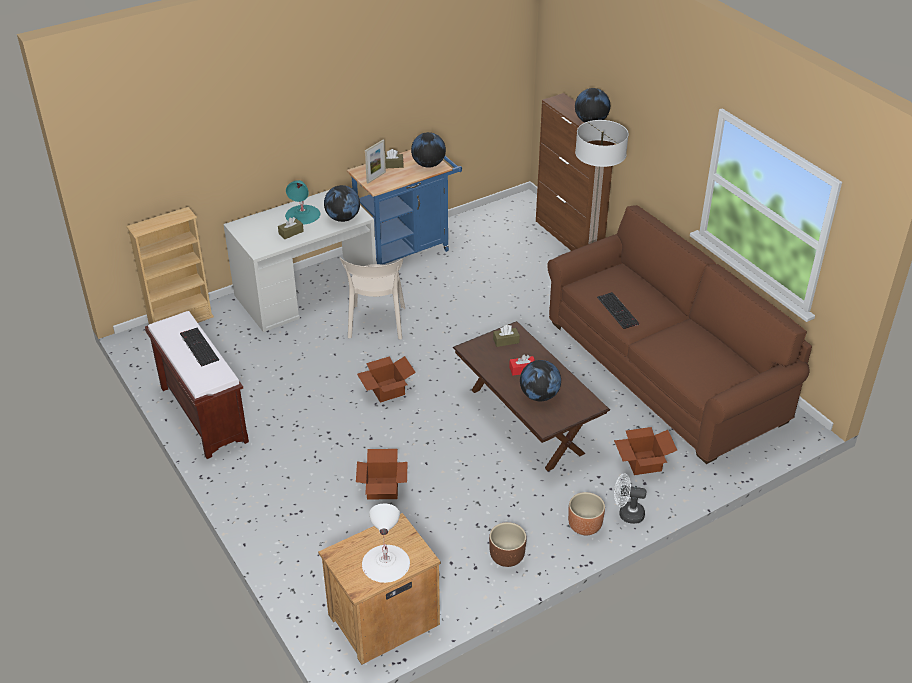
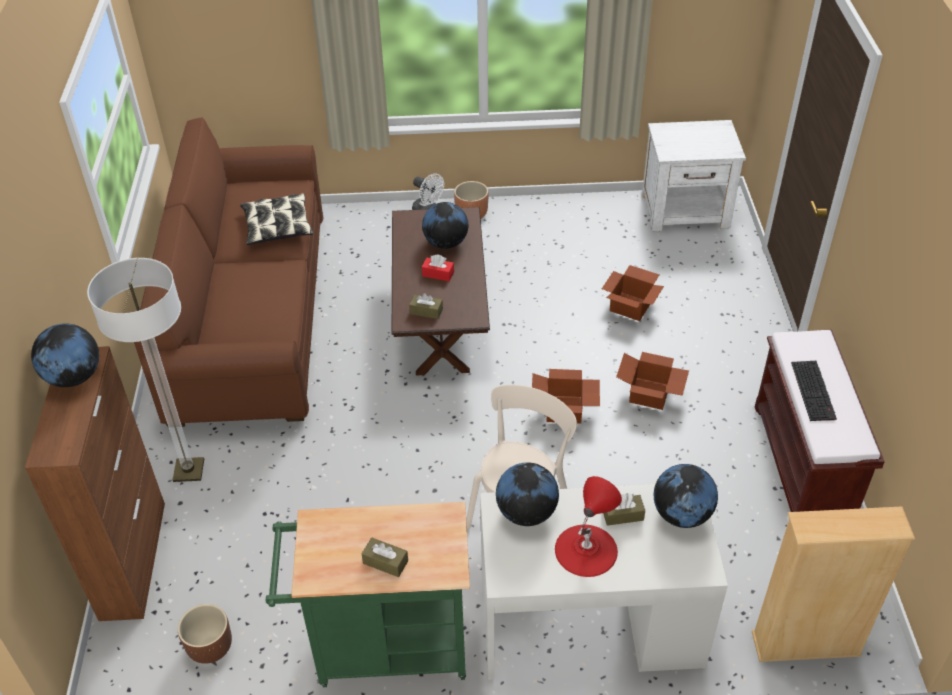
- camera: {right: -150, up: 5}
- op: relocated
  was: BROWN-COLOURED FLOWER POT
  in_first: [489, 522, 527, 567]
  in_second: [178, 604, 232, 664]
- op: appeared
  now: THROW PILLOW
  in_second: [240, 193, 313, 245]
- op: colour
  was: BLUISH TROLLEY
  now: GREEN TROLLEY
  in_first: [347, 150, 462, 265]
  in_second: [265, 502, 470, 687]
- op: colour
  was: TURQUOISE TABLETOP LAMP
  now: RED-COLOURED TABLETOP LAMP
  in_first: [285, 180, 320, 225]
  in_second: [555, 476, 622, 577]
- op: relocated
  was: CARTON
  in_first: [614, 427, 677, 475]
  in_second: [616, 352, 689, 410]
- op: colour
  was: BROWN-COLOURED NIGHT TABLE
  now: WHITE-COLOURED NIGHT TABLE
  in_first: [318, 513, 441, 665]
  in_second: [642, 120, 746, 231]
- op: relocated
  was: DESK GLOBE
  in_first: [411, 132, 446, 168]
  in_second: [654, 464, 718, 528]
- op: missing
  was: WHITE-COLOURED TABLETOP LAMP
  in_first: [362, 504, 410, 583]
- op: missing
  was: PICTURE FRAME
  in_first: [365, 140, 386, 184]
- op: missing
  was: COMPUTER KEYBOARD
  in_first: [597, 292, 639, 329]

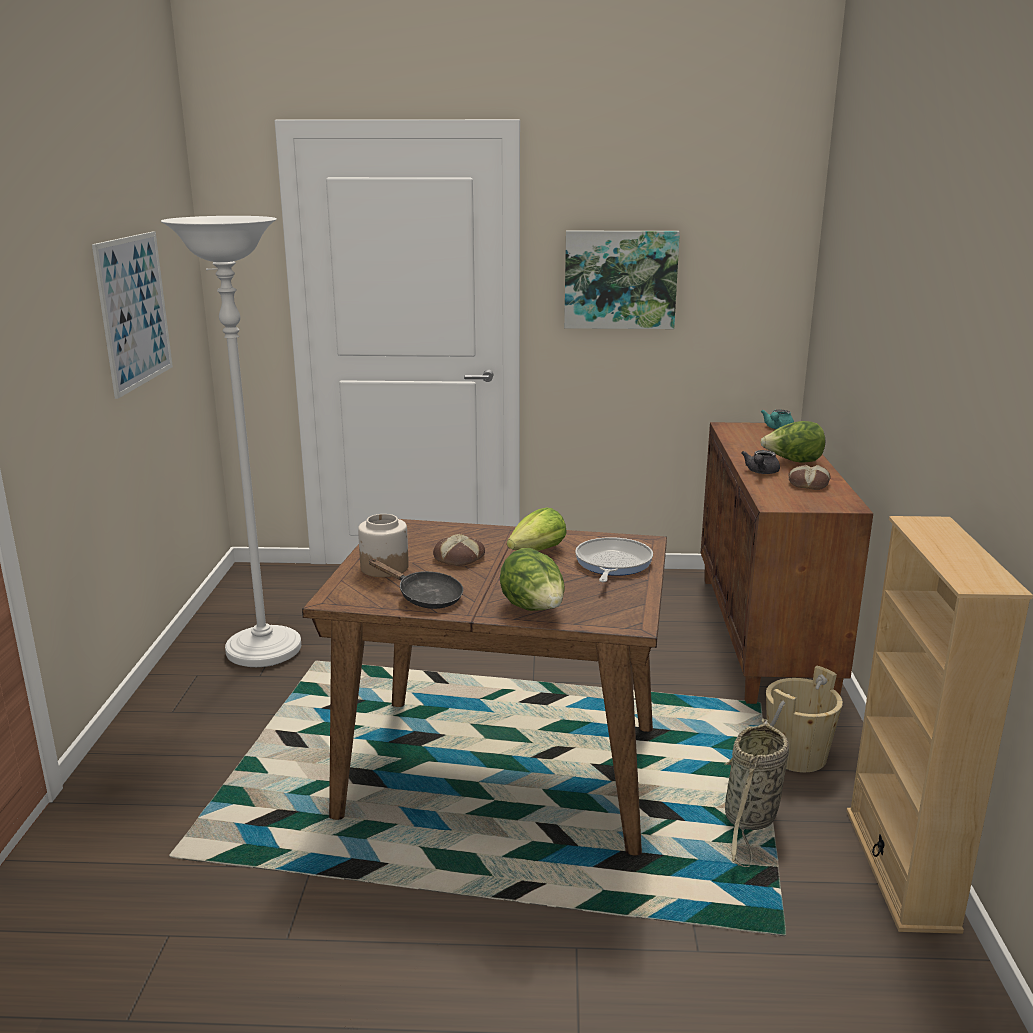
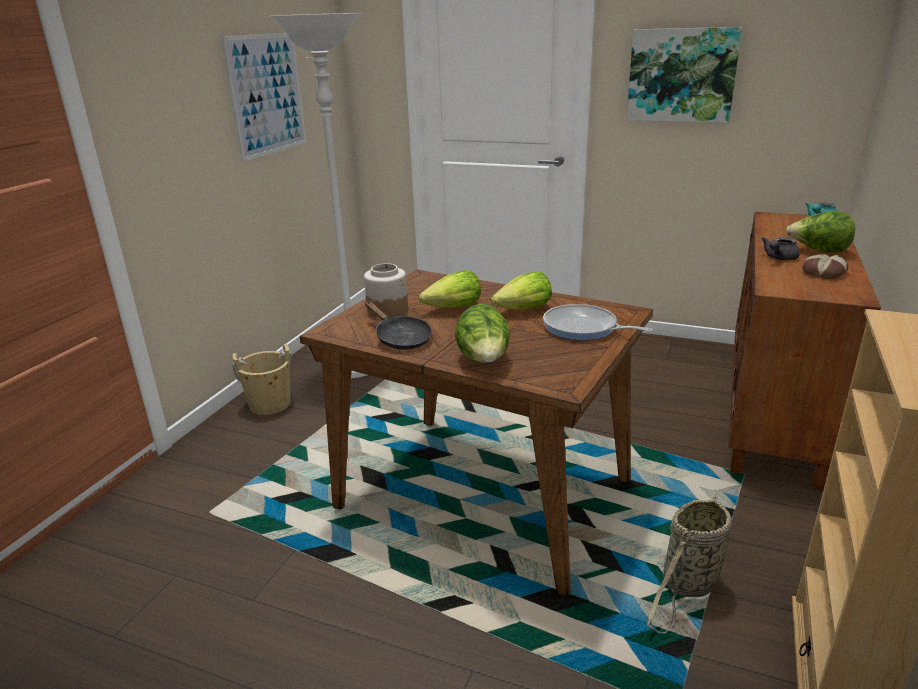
- camera: {right: 20, up: 5}
- op: relocated
  was: SAND-COLOURED WATER BUCKET
  in_first: [765, 665, 843, 773]
  in_second: [232, 344, 292, 415]
- op: exchanged
  was: BAKED BREAD
  now: LETTUCE HEAD
  in_first: [433, 533, 485, 566]
  in_second: [419, 270, 481, 308]
- op: spun
  was: FRYING PAN
  in_first: [575, 537, 653, 582]
  in_second: [543, 304, 653, 341]
  clockwise: -90

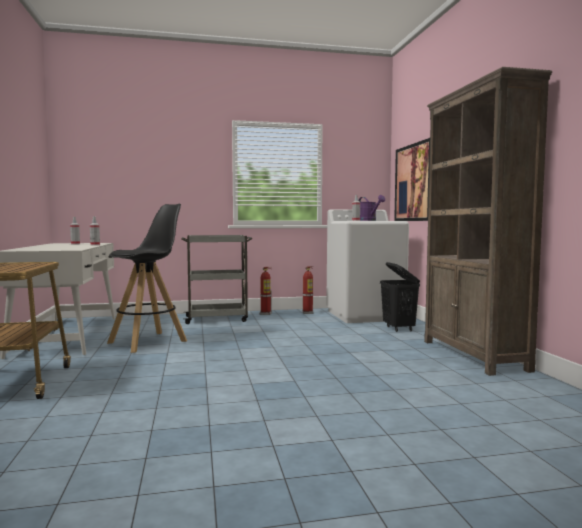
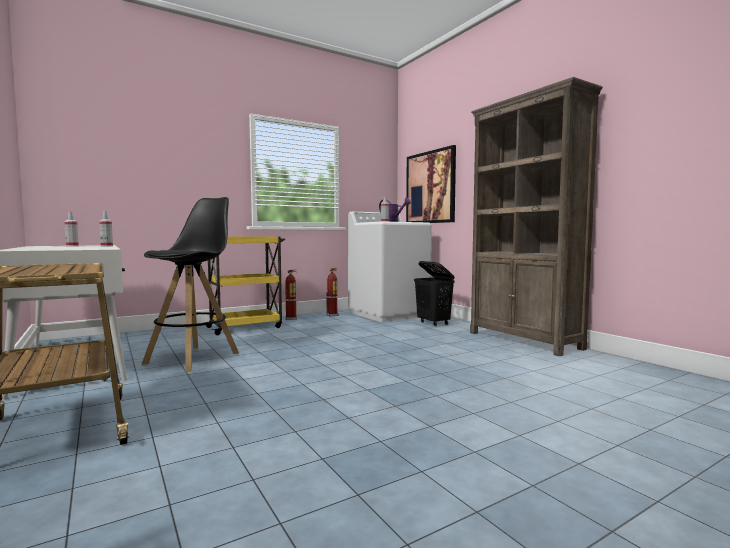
- camera: {right: -20, up: 0}
- op: colour
  was: GRAY TROLLEY
  now: YELLOW TROLLEY
  in_first: [181, 235, 252, 324]
  in_second: [203, 236, 286, 335]

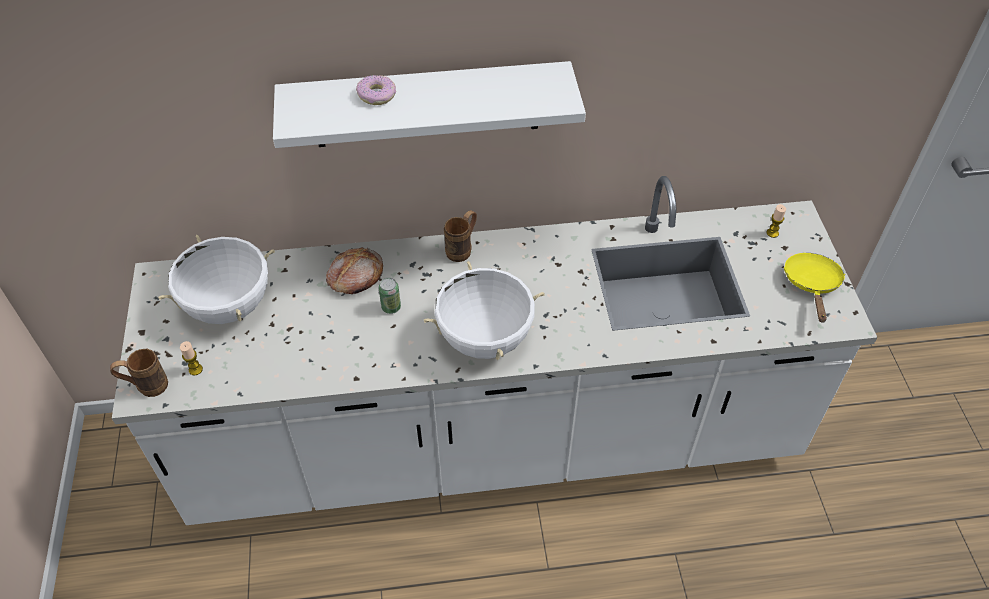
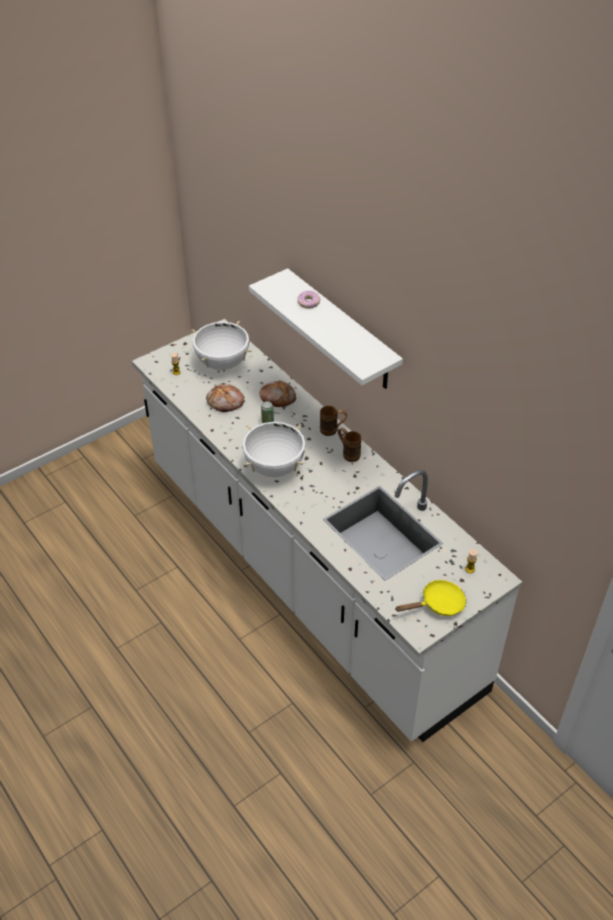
- camera: {right: 60, up: -5}
- op: appeared
  now: BAKED BREAD
  in_second: [206, 384, 245, 412]
- op: relocated
  was: BROWN-COLOURED COFFEE MUG
  in_first: [110, 349, 168, 397]
  in_second: [338, 428, 362, 462]

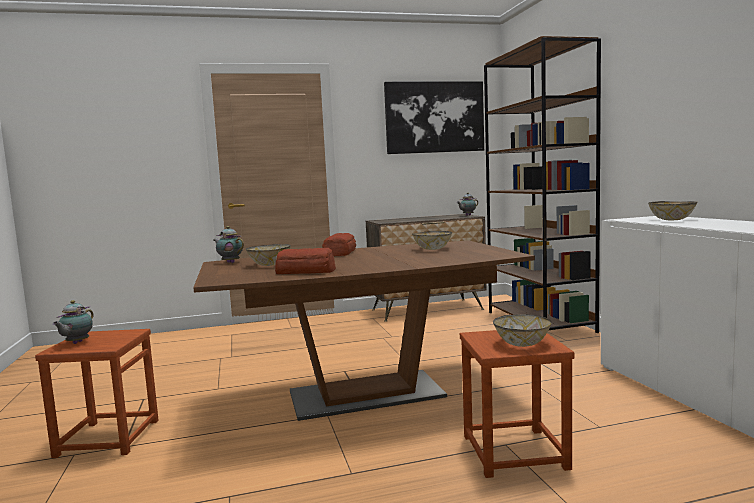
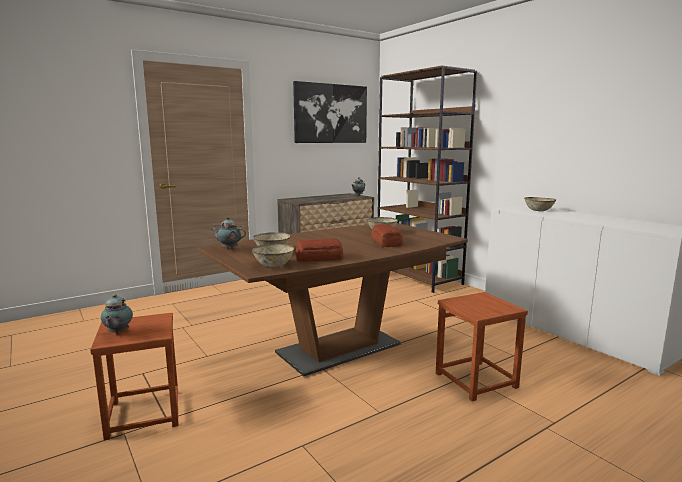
- camera: {right: -20, up: 5}
- op: relocated
  was: DEEP DISH
  in_first: [493, 314, 551, 347]
  in_second: [252, 244, 294, 267]
- op: relocated
  was: BAKED BREAD
  in_first: [322, 233, 356, 256]
  in_second: [371, 224, 403, 247]

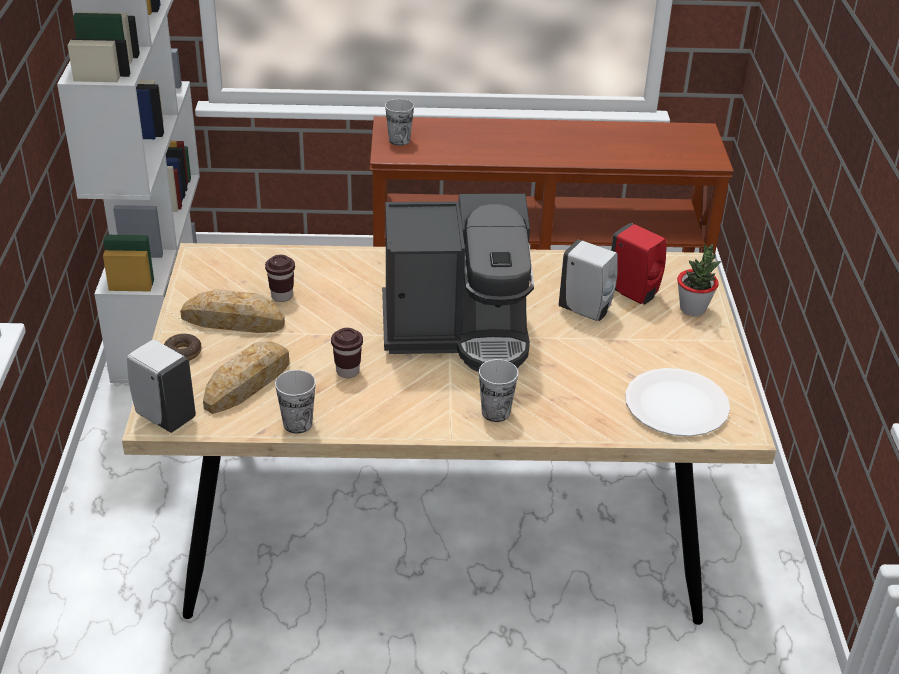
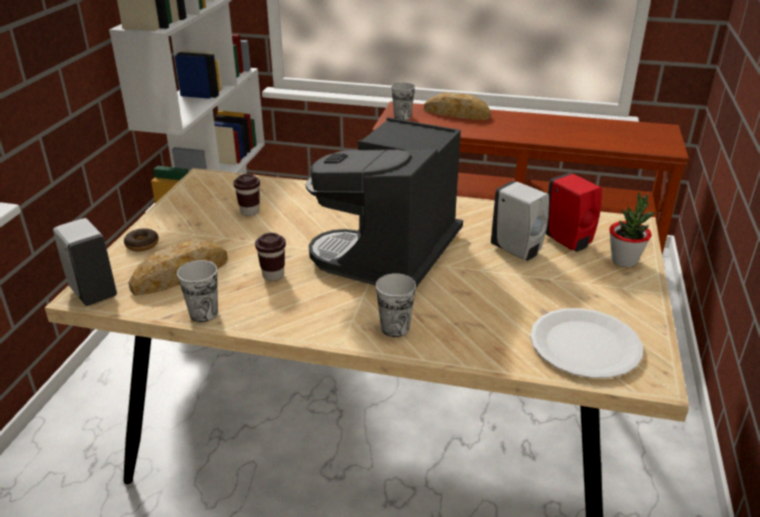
- camera: {right: 15, up: -5}
- op: spun
  was: COFFEE BREWER
  in_first: [382, 194, 534, 372]
  in_second: [306, 117, 463, 288]
  clockwise: 105
- op: relocated
  was: BAKED BREAD
  in_first: [180, 289, 285, 333]
  in_second: [424, 92, 490, 120]

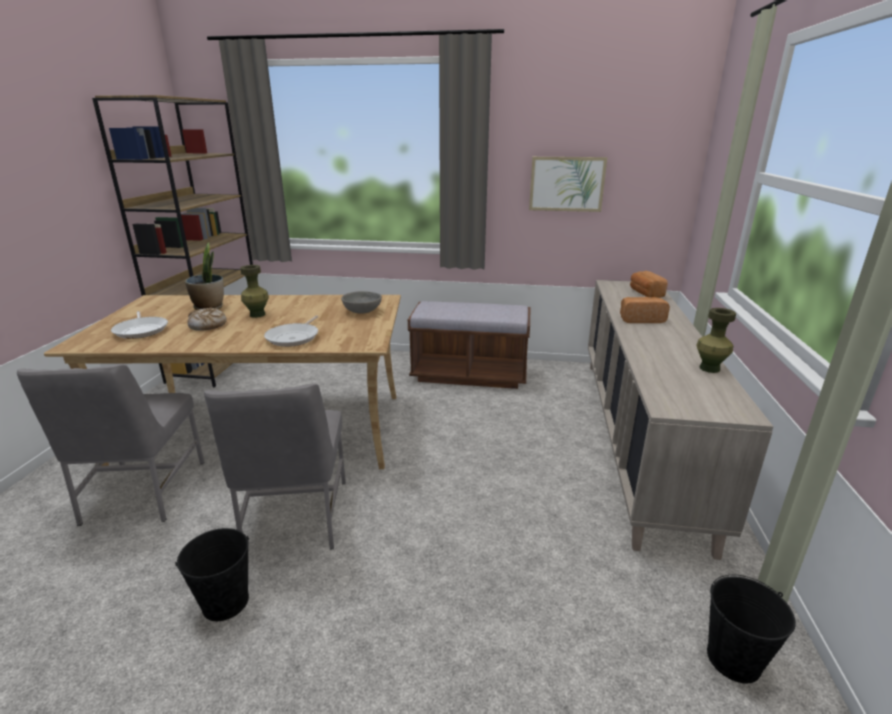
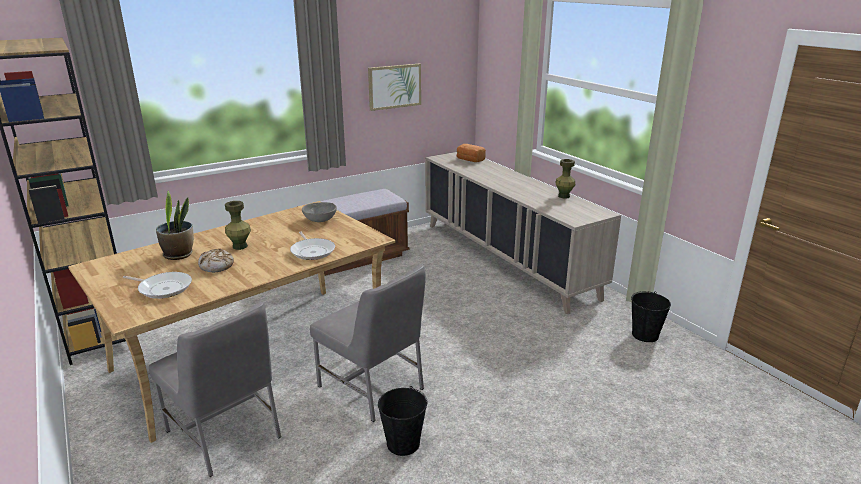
- camera: {right: -40, up: 0}
- op: missing
  was: BAKED BREAD
  in_first: [620, 297, 670, 323]

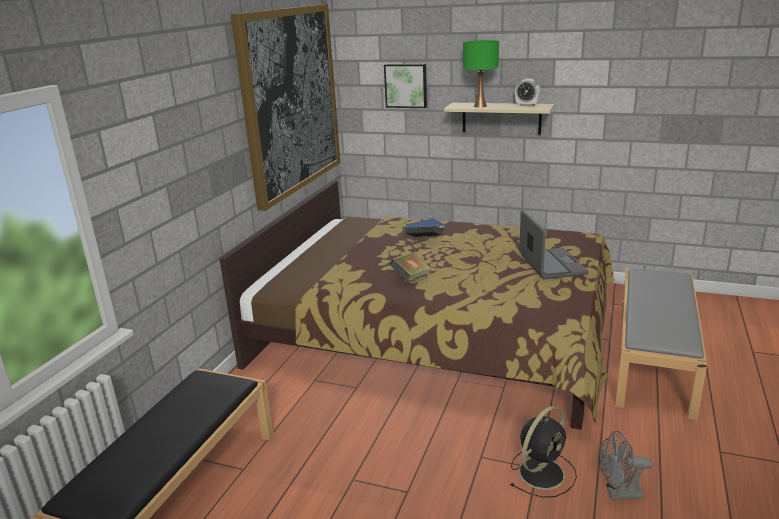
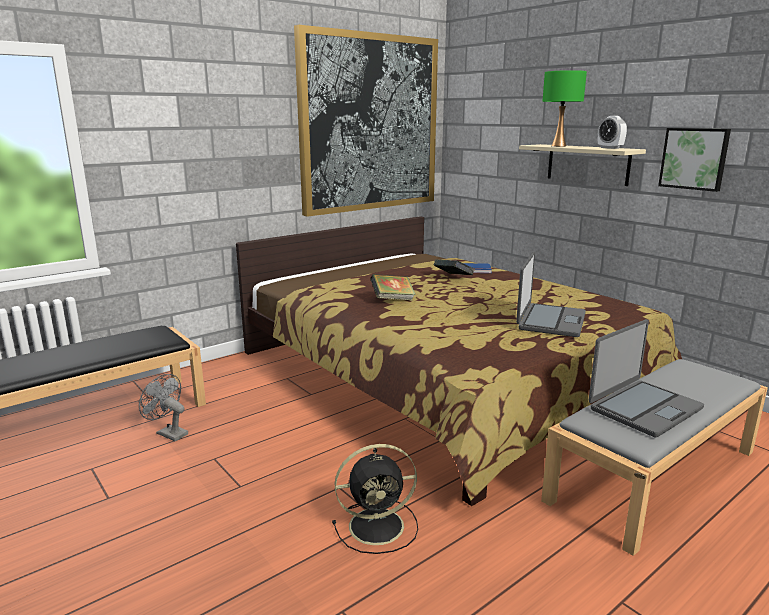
- camera: {right: 30, up: -5}
- op: relocated
  was: GRAY ELECTRIC FAN
  in_first: [600, 431, 653, 500]
  in_second: [139, 374, 188, 441]
- op: appeared
  now: LAPTOP
  in_second: [589, 319, 704, 437]
- op: relocated
  was: WALL PICTURE
  in_first: [384, 64, 427, 108]
  in_second: [658, 128, 731, 192]

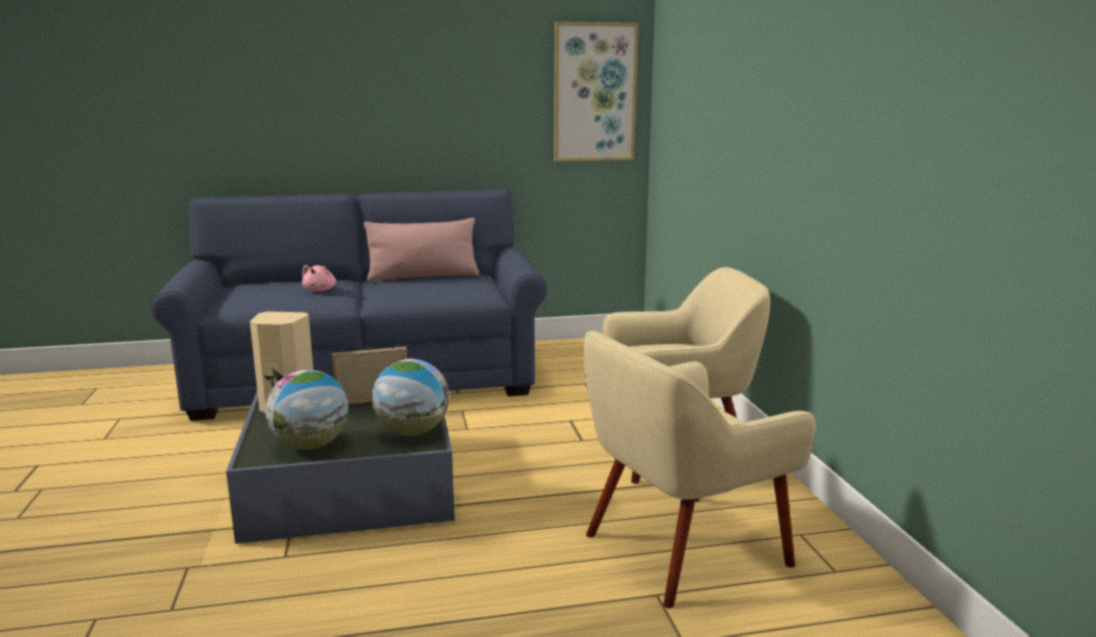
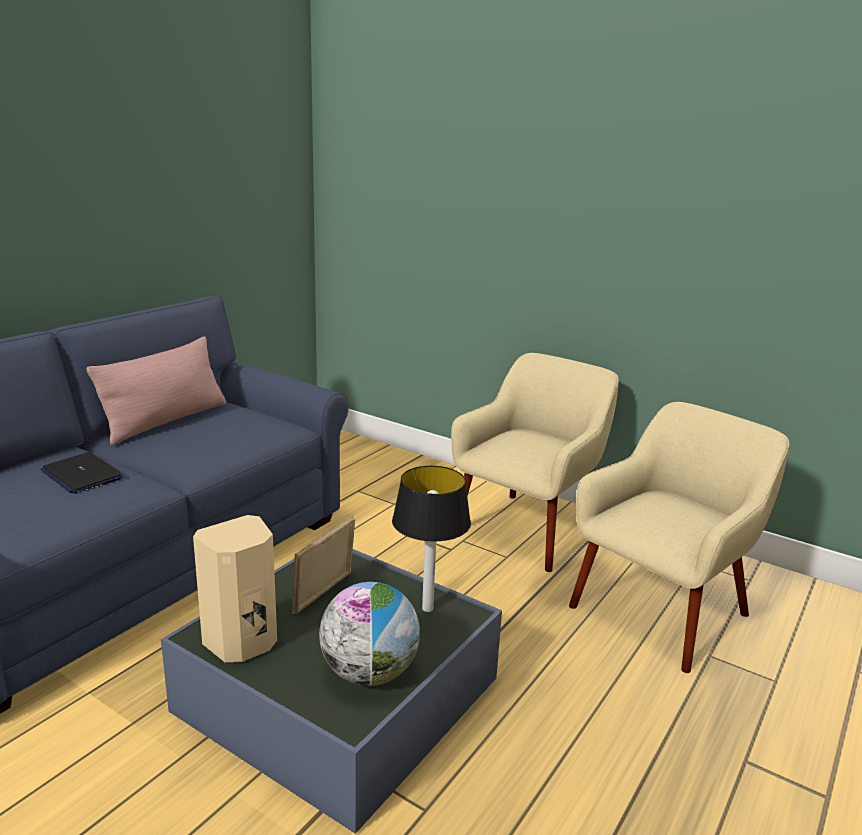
- camera: {right: -45, up: 5}
- op: exchanged
  was: PINKISH PLUSH TOY
  now: LAPTOP
  in_first: [302, 265, 336, 291]
  in_second: [40, 452, 123, 494]
- op: exchanged
  was: DESK GLOBE
  now: TABLETOP LAMP
  in_first: [372, 359, 449, 436]
  in_second: [392, 466, 471, 612]
- op: spun
  was: SAND-COLOURED ARMCHAIR
  in_first: [584, 331, 816, 608]
  in_second: [569, 402, 789, 673]
  clockwise: -150
- op: missing
  was: WALL PICTURE
  in_first: [554, 22, 639, 162]

